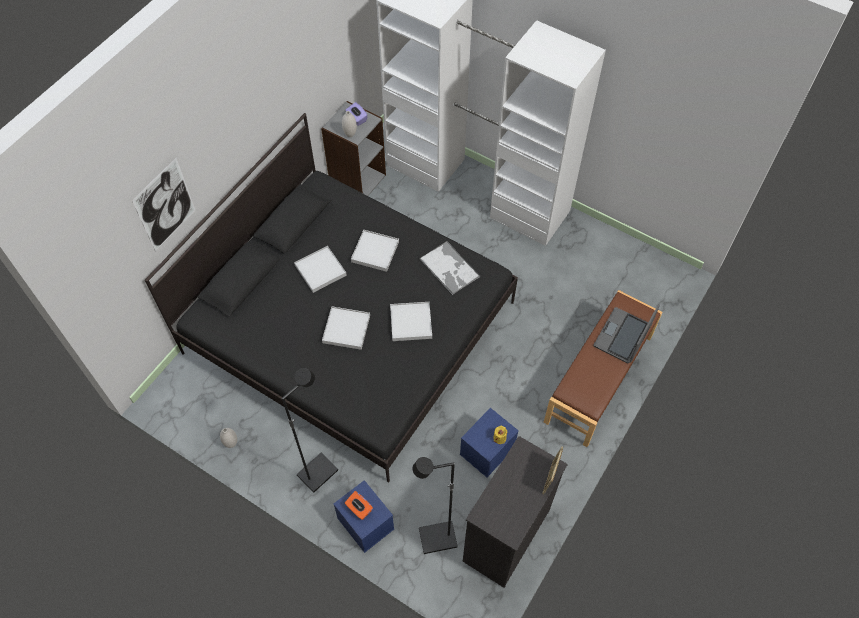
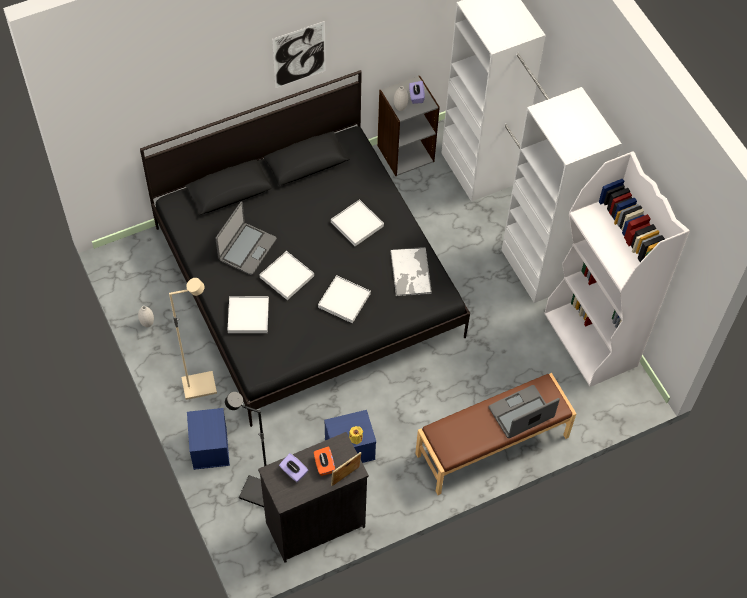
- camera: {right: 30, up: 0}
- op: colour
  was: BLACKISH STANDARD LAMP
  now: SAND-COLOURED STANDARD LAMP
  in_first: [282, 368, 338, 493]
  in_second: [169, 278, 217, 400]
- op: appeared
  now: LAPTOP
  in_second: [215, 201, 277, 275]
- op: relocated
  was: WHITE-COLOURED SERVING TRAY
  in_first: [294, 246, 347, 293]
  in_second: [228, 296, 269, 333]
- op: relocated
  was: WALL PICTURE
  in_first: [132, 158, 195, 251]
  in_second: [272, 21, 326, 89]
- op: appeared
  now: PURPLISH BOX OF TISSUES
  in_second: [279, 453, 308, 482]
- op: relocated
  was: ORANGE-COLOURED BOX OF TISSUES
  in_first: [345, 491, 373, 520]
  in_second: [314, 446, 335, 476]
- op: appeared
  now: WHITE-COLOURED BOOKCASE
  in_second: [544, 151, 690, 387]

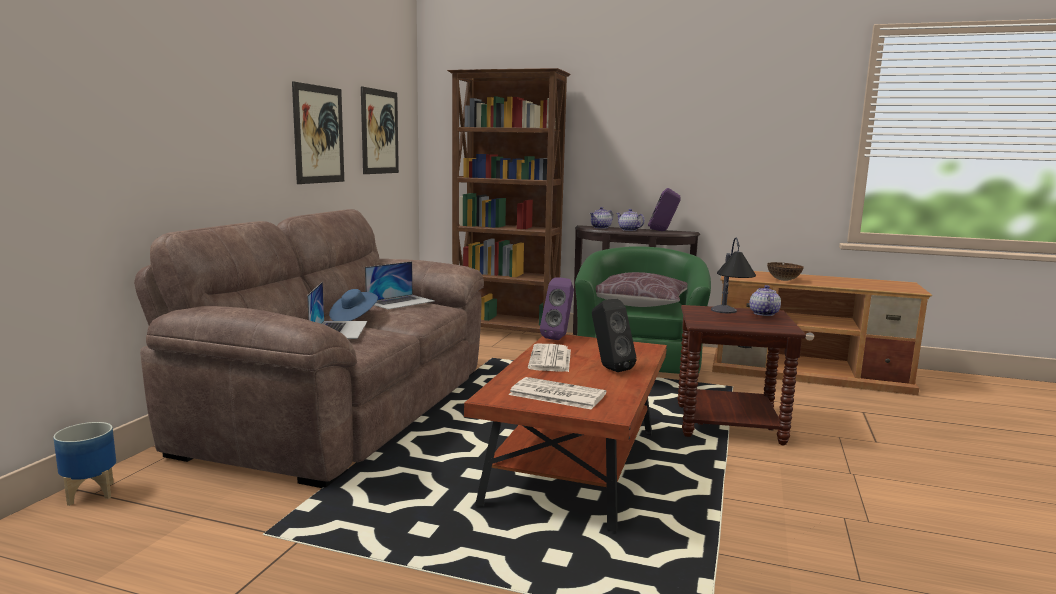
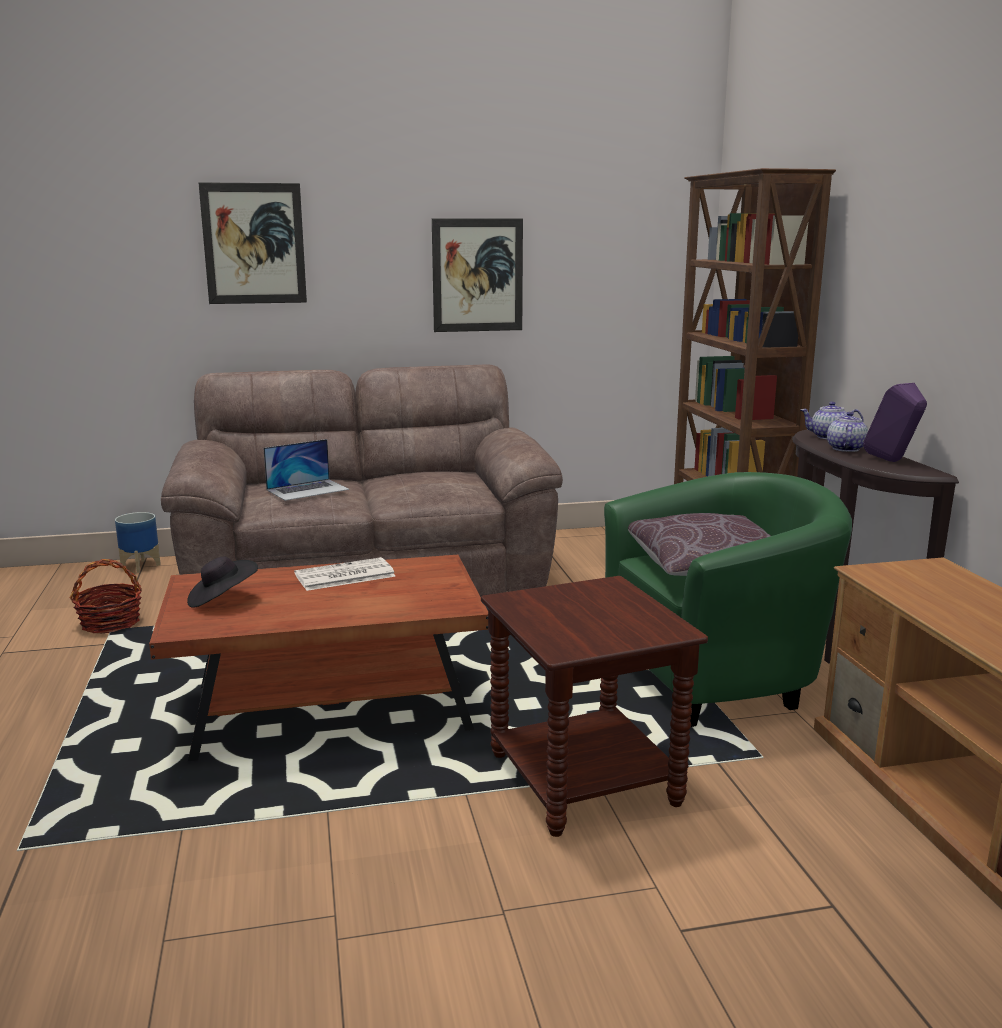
- camera: {right: 60, up: 5}
- op: appeared
  now: STORAGE BASKET
  in_second: [70, 559, 142, 634]
- op: exchanged
  was: PRINTED PAPER
  now: BLACKISH WEARABLE HAT
  in_first: [509, 377, 606, 410]
  in_second: [187, 557, 258, 608]
- op: relocated
  was: WALL PICTURE
  in_first: [361, 86, 399, 174]
  in_second: [198, 182, 307, 304]
- op: missing
  was: BLUISH WEARABLE HAT
  in_first: [329, 289, 378, 321]
- op: missing
  was: LAPTOP
  in_first: [365, 261, 435, 310]
- op: missing
  was: PURPLISH LOUDSPEAKER
  in_first: [540, 278, 574, 340]
- op: missing
  was: BLACKISH LOUDSPEAKER
  in_first: [592, 299, 637, 372]
- op: missing
  was: TABLETOP LAMP
  in_first: [711, 238, 756, 313]
- op: missing
  was: TEAPOT
  in_first: [749, 285, 781, 316]
- op: missing
  was: DEEP DISH
  in_first: [767, 262, 804, 281]

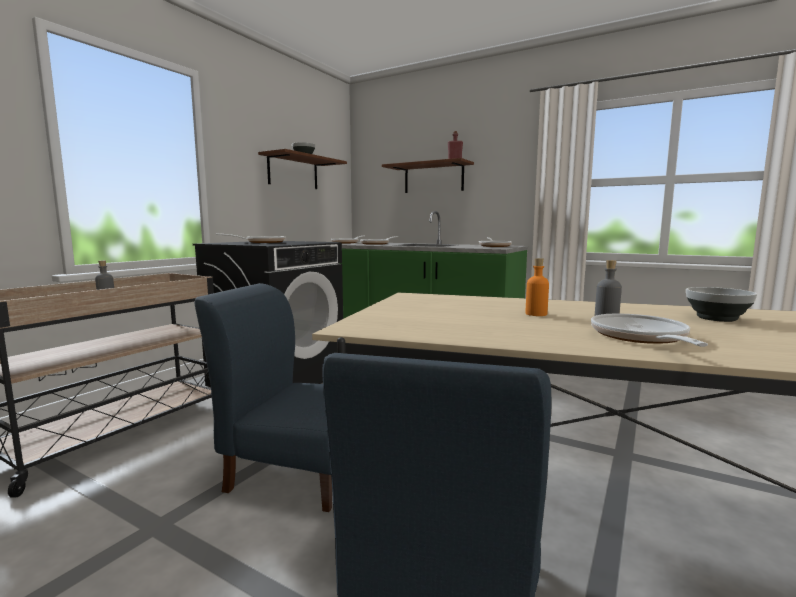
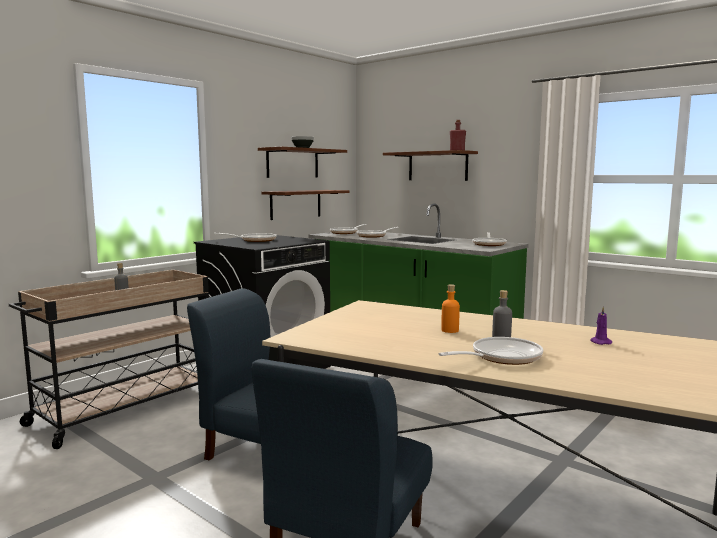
- camera: {right: 10, up: 0}
- op: appeared
  now: BROWN-COLOURED BRACKET SHELF
  in_second: [262, 190, 349, 220]
- op: spun
  was: FRYING PAN
  in_first: [591, 314, 708, 347]
  in_second: [438, 337, 543, 365]
  clockwise: 45
- op: exchanged
  was: DEEP DISH
  now: PURPLISH CANDLE
  in_first: [686, 287, 757, 322]
  in_second: [590, 306, 612, 345]

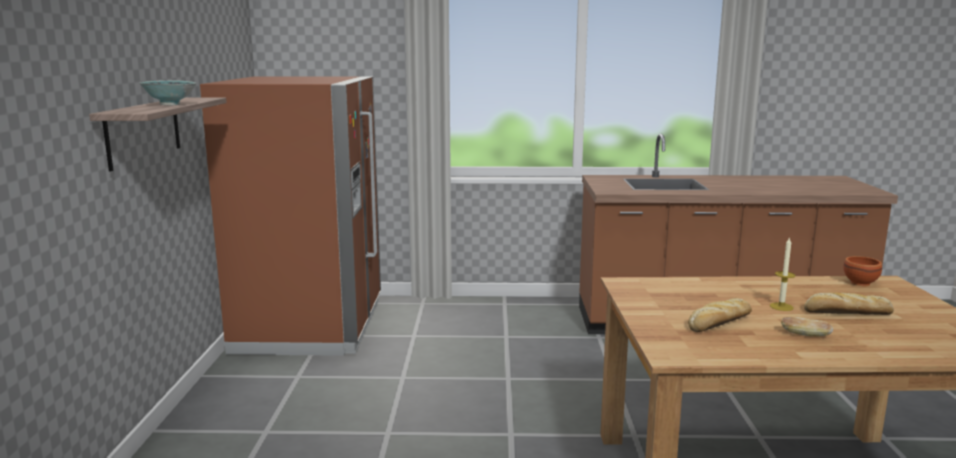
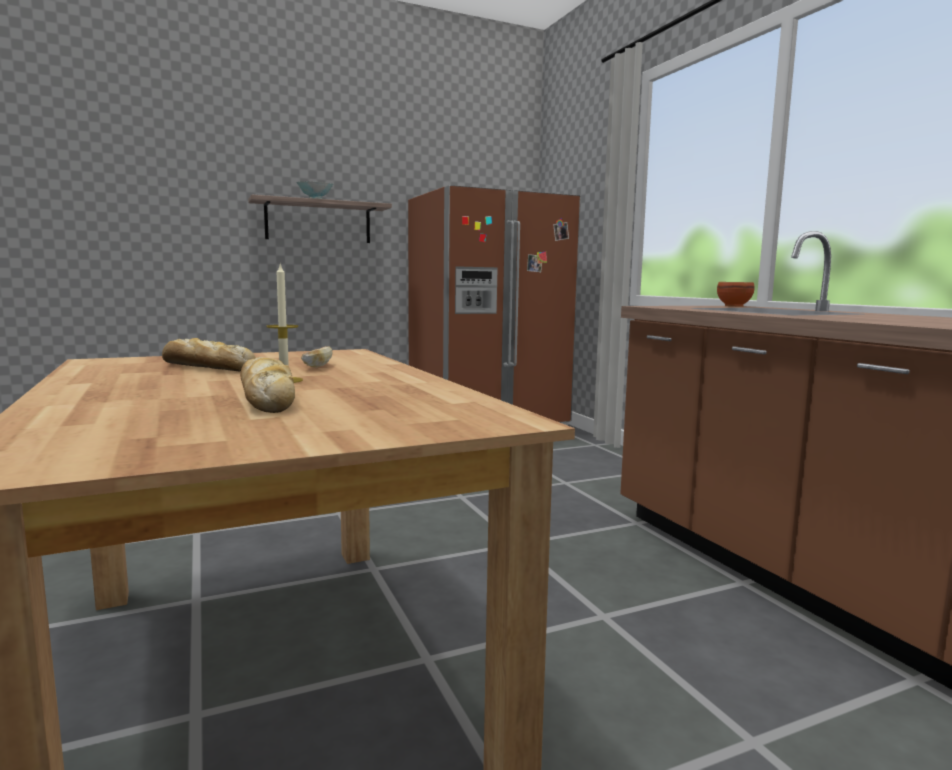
- camera: {right: 65, up: -5}
- op: relocated
  was: BAKED BREAD
  in_first: [781, 317, 833, 336]
  in_second: [301, 346, 332, 368]
- op: relocated
  was: BROWN-COLOURED DEEP DISH
  in_first: [843, 256, 882, 286]
  in_second: [717, 282, 755, 307]

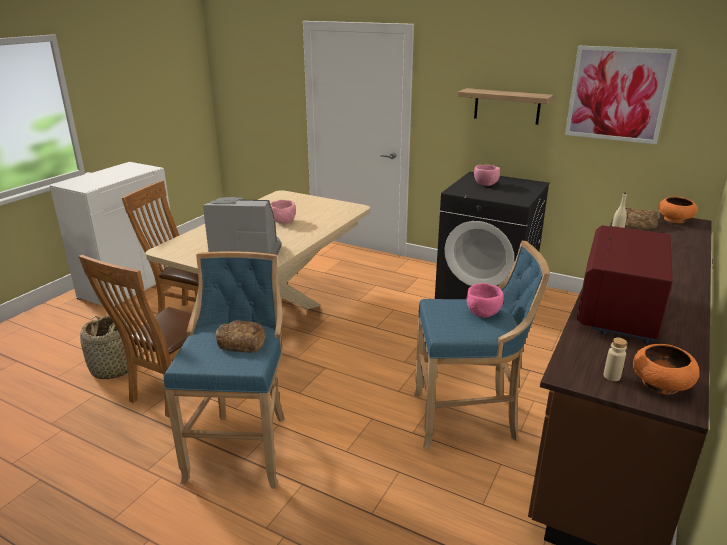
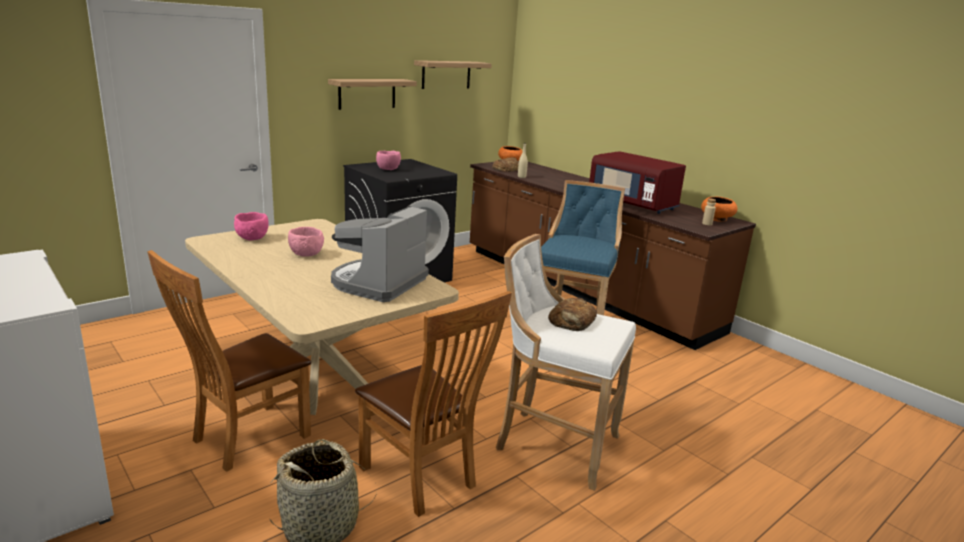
- camera: {right: -70, up: -5}
- op: relocated
  was: PINKISH DEEP DISH
  in_first: [467, 283, 504, 318]
  in_second: [234, 212, 269, 240]
- op: exchanged
  was: WALL PICTURE
  now: BRACKET SHELF
  in_first: [565, 46, 677, 144]
  in_second: [414, 60, 492, 89]
- op: colour
  was: BLUISH SITTING STOOL
  now: WHITE-COLOURED SITTING STOOL
  in_first: [164, 251, 285, 489]
  in_second: [496, 234, 636, 491]

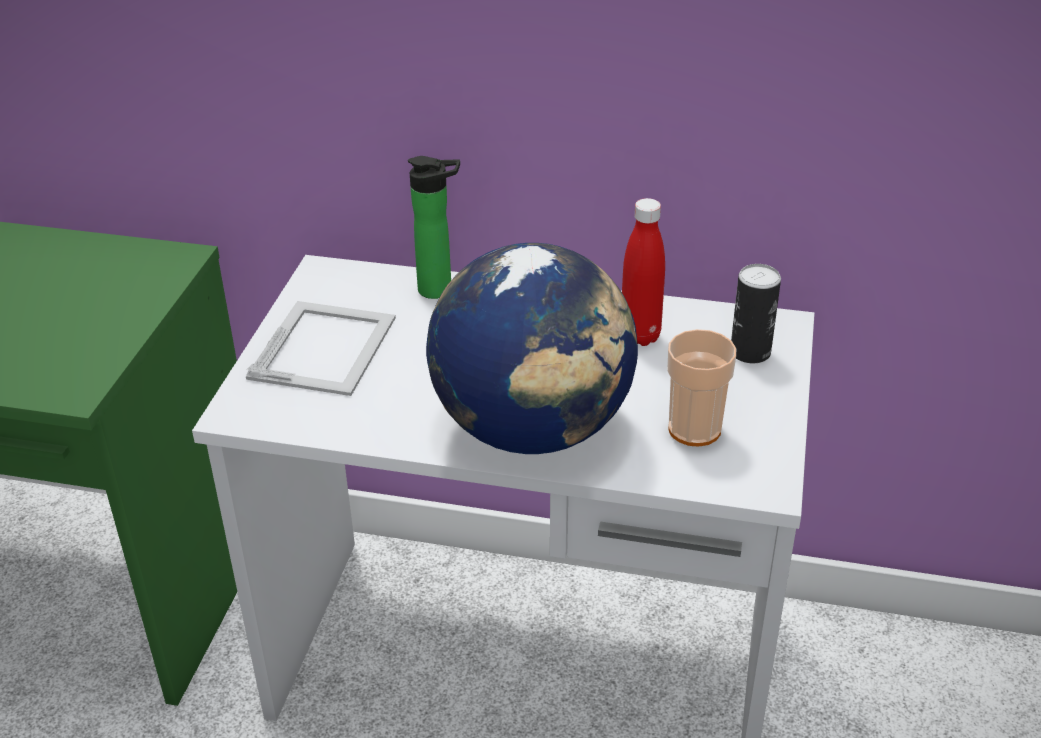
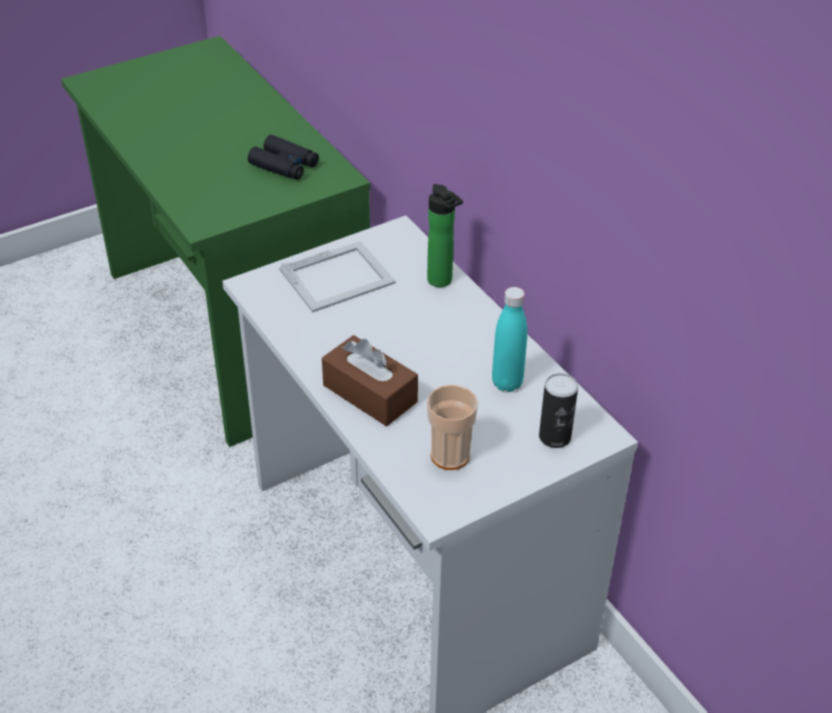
- camera: {right: 45, up: 5}
- op: appeared
  now: BLACKISH FIELD GLASSES
  in_second: [248, 135, 319, 180]
- op: exchanged
  was: DESK GLOBE
  now: BROWN-COLOURED BOX OF TISSUES
  in_first: [426, 243, 638, 454]
  in_second: [322, 335, 418, 426]
- op: colour
  was: RED-COLOURED BEVERAGE BOTTLE
  now: TURQUOISE BEVERAGE BOTTLE
  in_first: [622, 198, 665, 346]
  in_second: [492, 287, 527, 392]

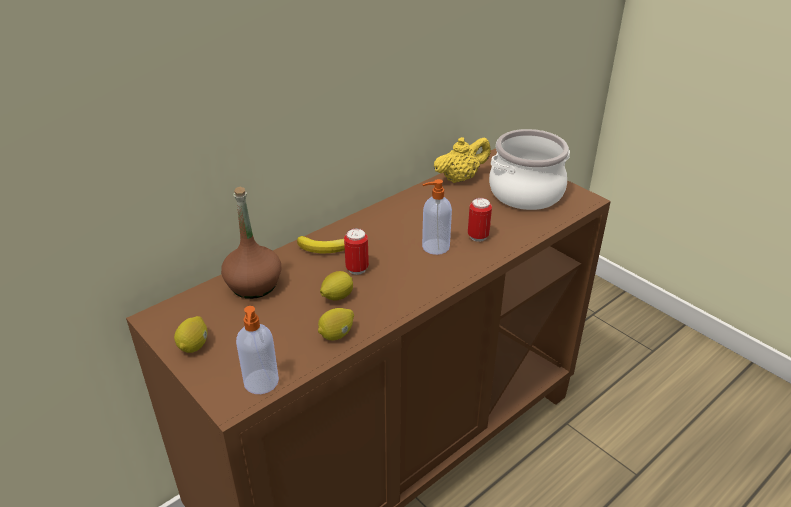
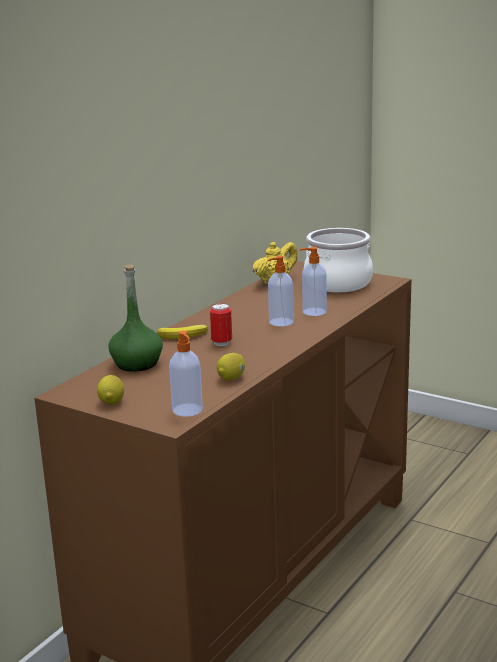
- camera: {right: -15, up: -15}
- op: colour
  was: BROWN-COLOURED BEVERAGE BOTTLE
  now: GREEN BEVERAGE BOTTLE
  in_first: [221, 187, 282, 299]
  in_second: [108, 264, 163, 372]
- op: exchanged
  was: METAL CAN
  now: LIQUID SOAP BOTTLE
  in_first: [468, 198, 492, 242]
  in_second: [300, 247, 327, 316]
- op: missing
  was: WHOLE LEMON
  in_first: [320, 271, 353, 300]

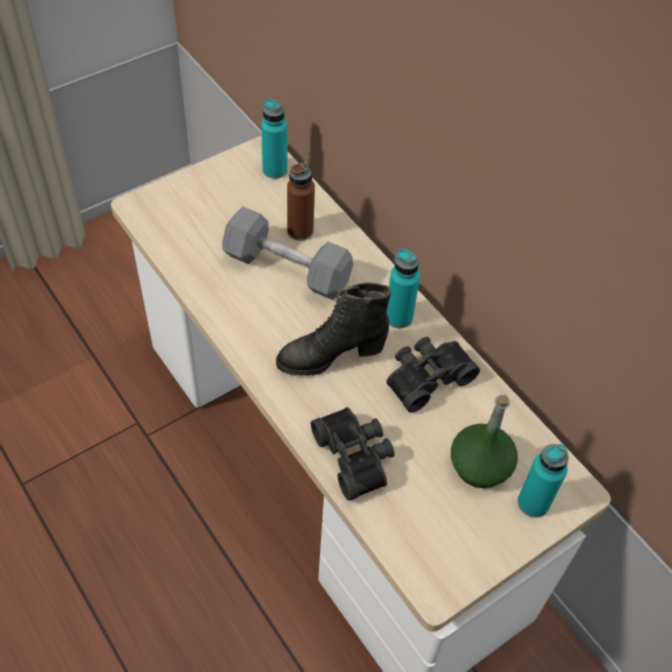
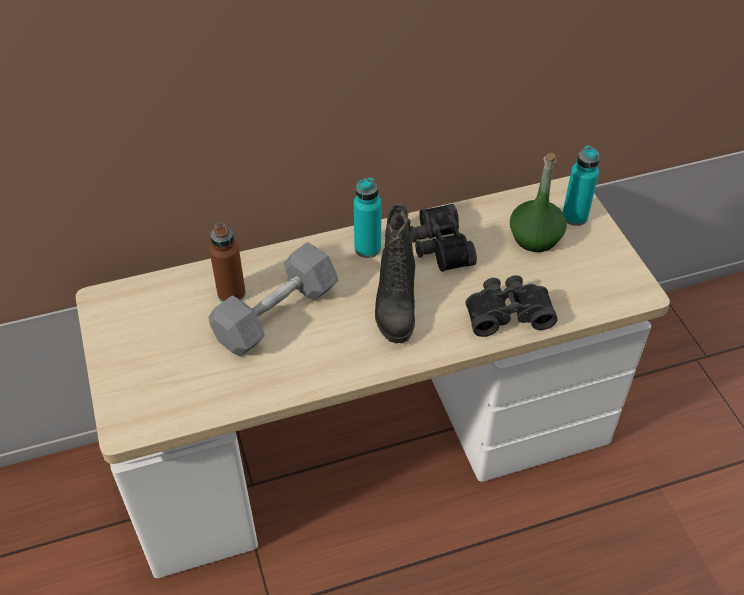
- camera: {right: -70, up: -5}
- op: missing
  was: TURQUOISE BEVERAGE BOTTLE
  in_first: [261, 98, 288, 179]

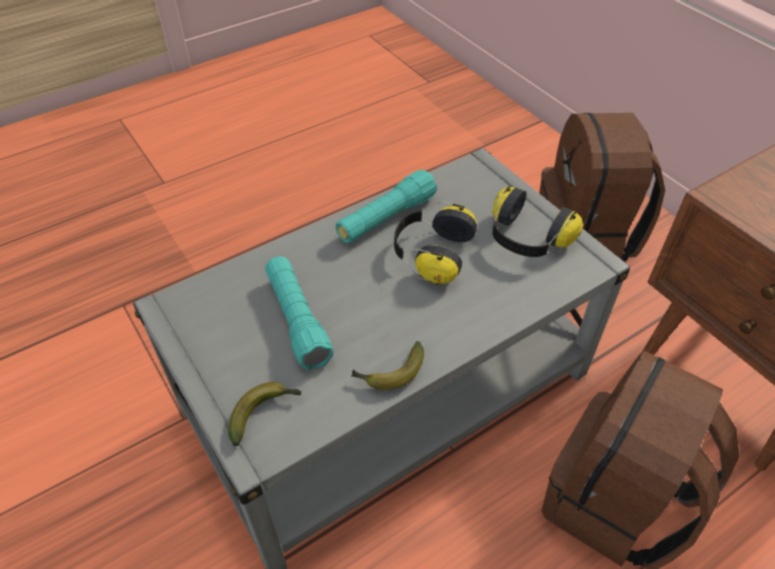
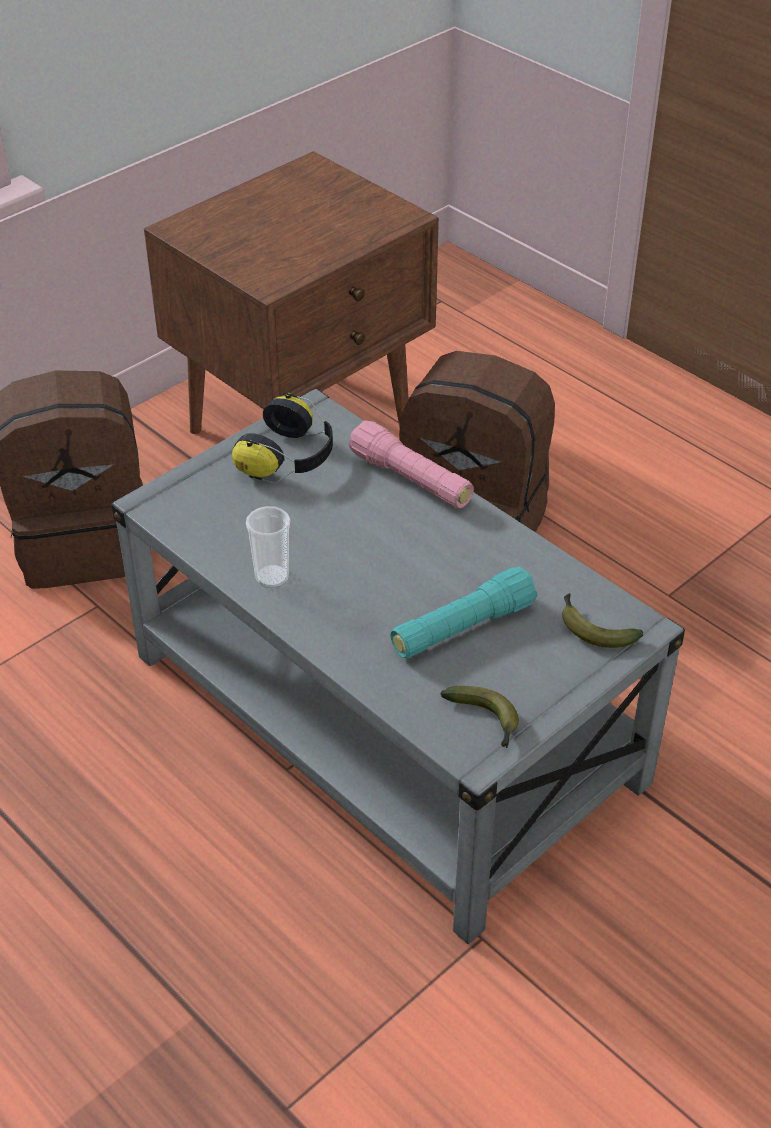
- camera: {right: -100, up: -5}
- op: exchanged
  was: TURQUOISE TORCH
  now: DRINKING CUP
  in_first: [335, 170, 437, 243]
  in_second: [246, 506, 290, 588]
- op: appeared
  now: PINKISH TORCH
  in_second: [349, 420, 474, 508]
- op: relocated
  was: BANANA
  in_first: [351, 341, 424, 390]
  in_second: [440, 686, 519, 748]
- op: missing
  was: HEADSET
  in_first: [394, 201, 477, 285]

